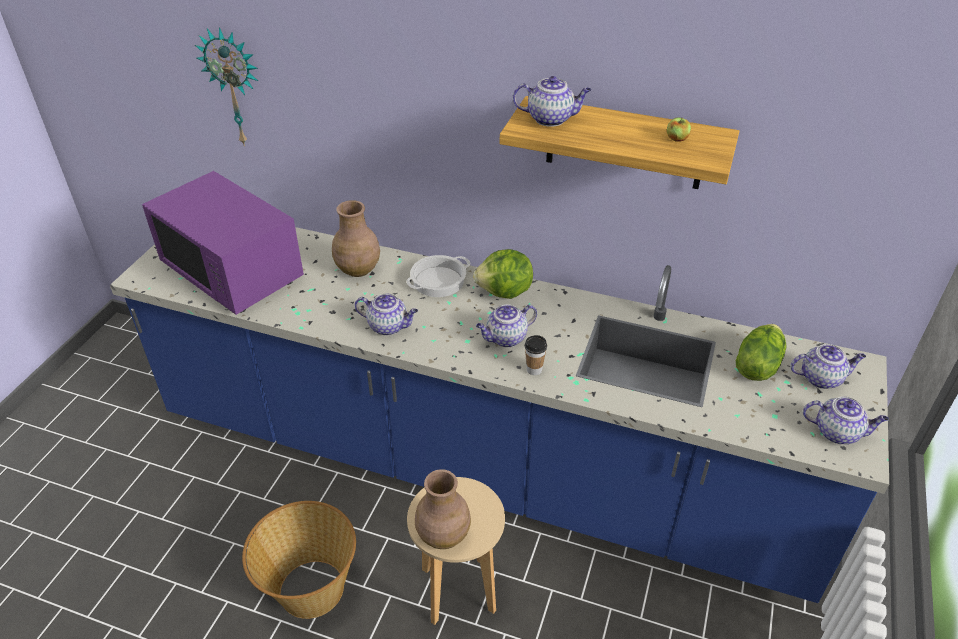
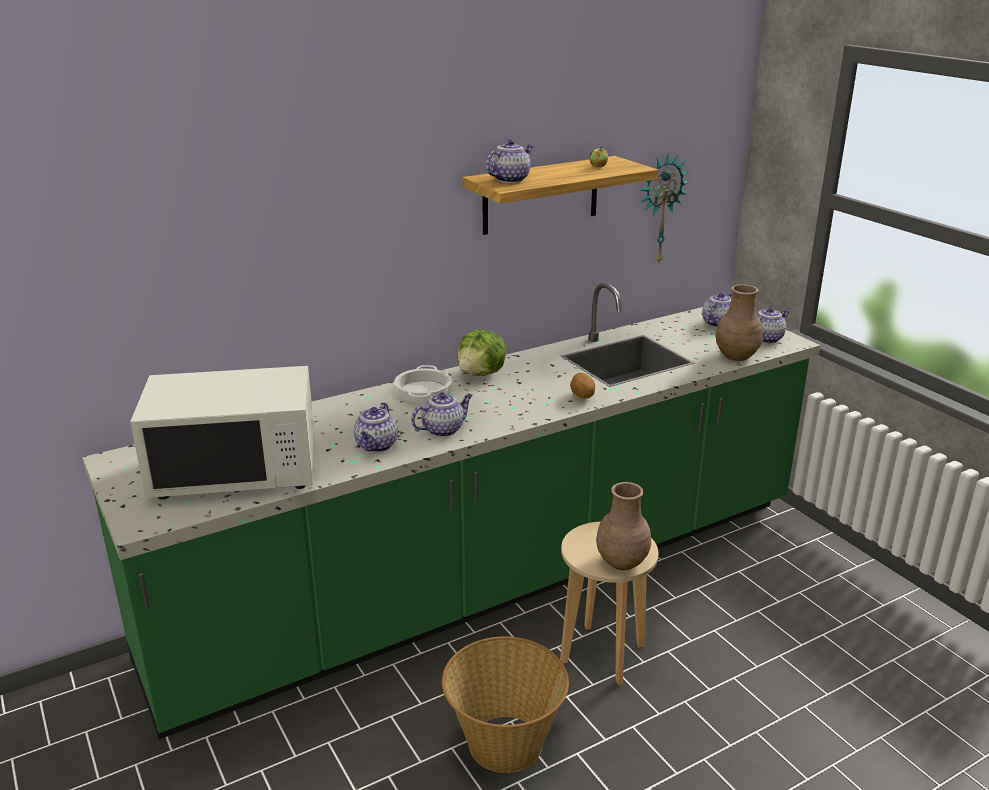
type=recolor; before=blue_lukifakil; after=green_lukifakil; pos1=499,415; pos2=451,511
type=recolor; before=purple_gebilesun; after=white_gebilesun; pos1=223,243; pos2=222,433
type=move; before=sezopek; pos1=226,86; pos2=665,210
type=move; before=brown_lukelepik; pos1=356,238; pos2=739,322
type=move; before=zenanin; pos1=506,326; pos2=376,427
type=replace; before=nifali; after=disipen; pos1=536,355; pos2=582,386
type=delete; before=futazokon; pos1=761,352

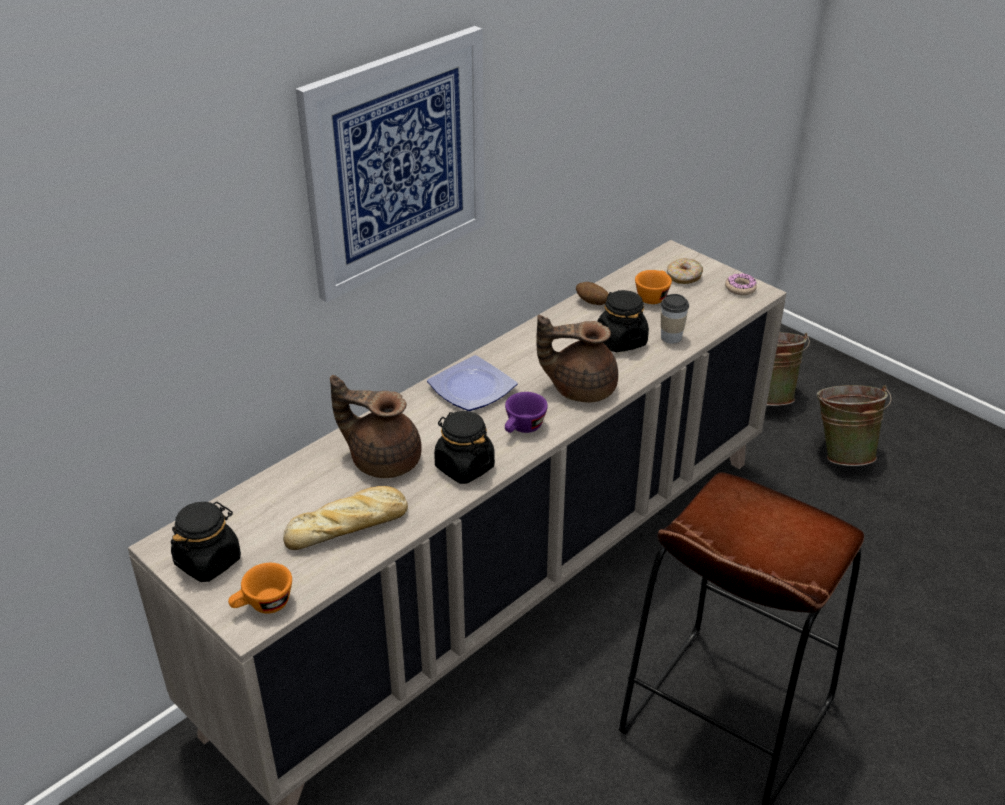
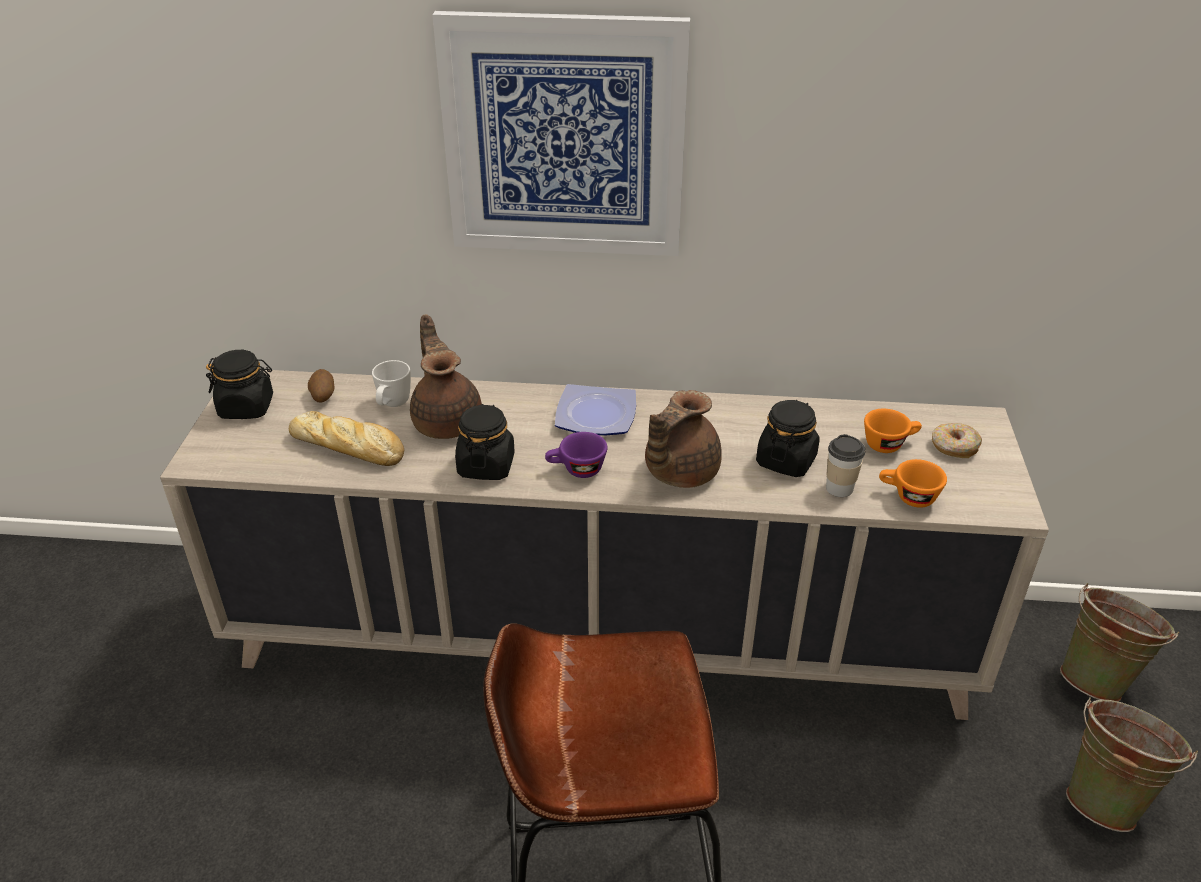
type=move; before=orange_nifali; pos1=260,588; pos2=913,483
type=rotate; before=brown_zenanin; pos1=577,359; pos2=683,439; turn=-105
type=move; before=disipen; pos1=592,293; pos2=321,386
type=delete; before=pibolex; pos1=741,284
type=insert; after=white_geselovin; pos2=391,383

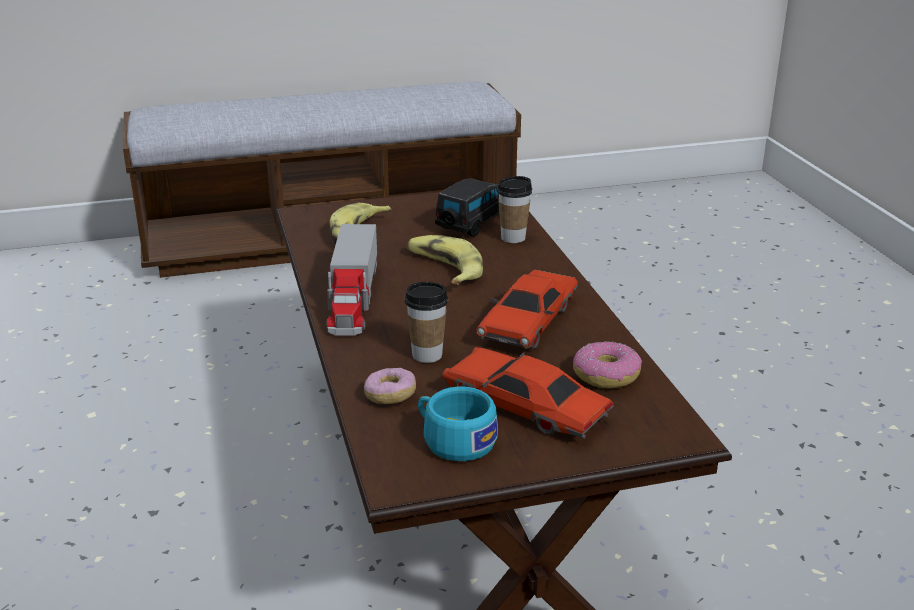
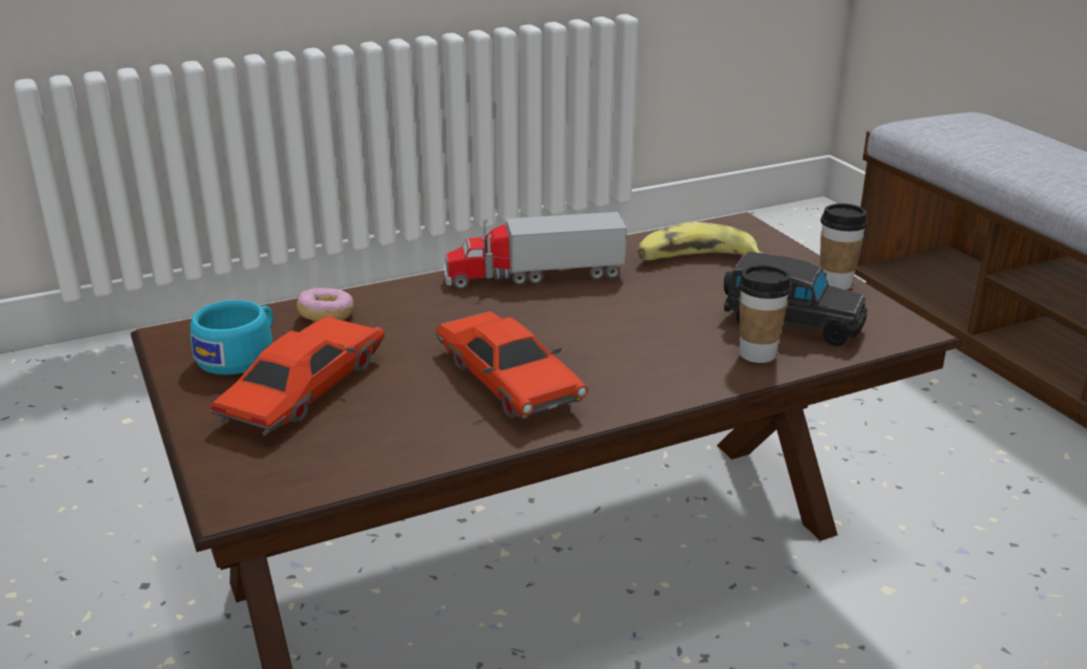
type=move; before=nifali; pos1=426,322; pos2=844,246
type=delete; before=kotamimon; pos1=445,260
type=rotate; before=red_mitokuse; pos1=527,309; pos2=511,365; turn=-135
type=delete; before=pibolex; pos1=607,365

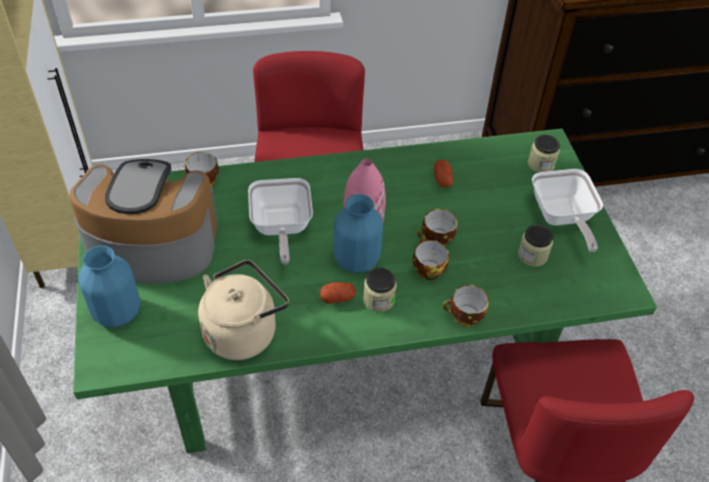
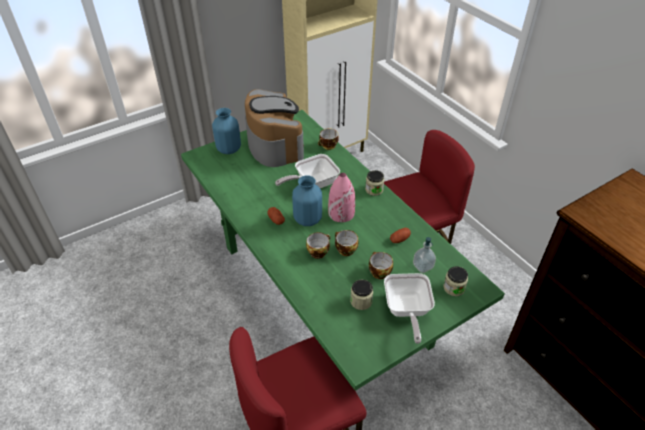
type=delete; before=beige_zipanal; pos1=243,310
type=move; before=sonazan; pos1=380,290; pos2=374,183
type=move; before=nifali; pos1=465,306; pos2=381,265
type=rotate; before=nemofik; pos1=567,210; pos2=409,308; turn=-60
type=insert; after=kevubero; pos2=424,255

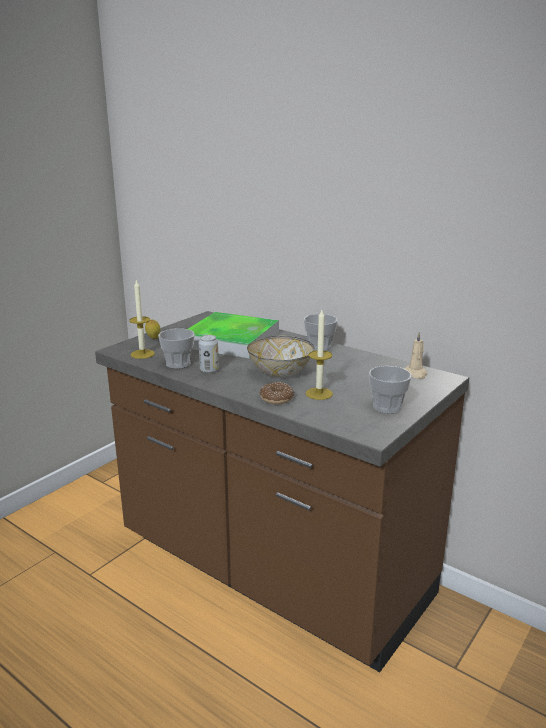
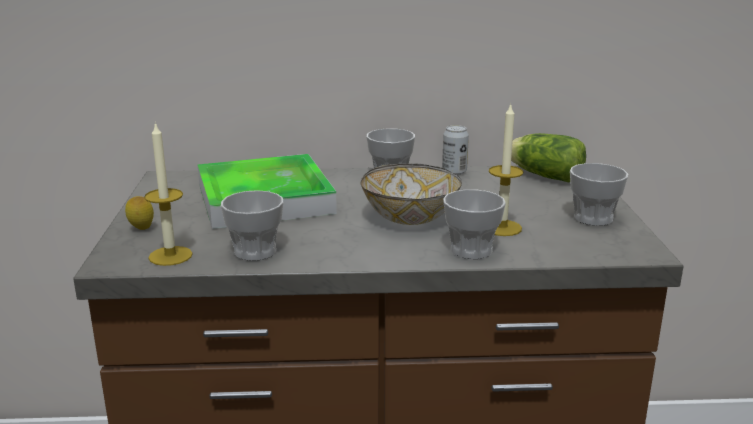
type=move; before=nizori; pos1=209,354; pos2=455,150
type=replace; before=pibolex; after=nifali; pos1=276,393; pos2=474,224
type=replace; before=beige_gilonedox; after=futazokon; pos1=415,355; pos2=548,157

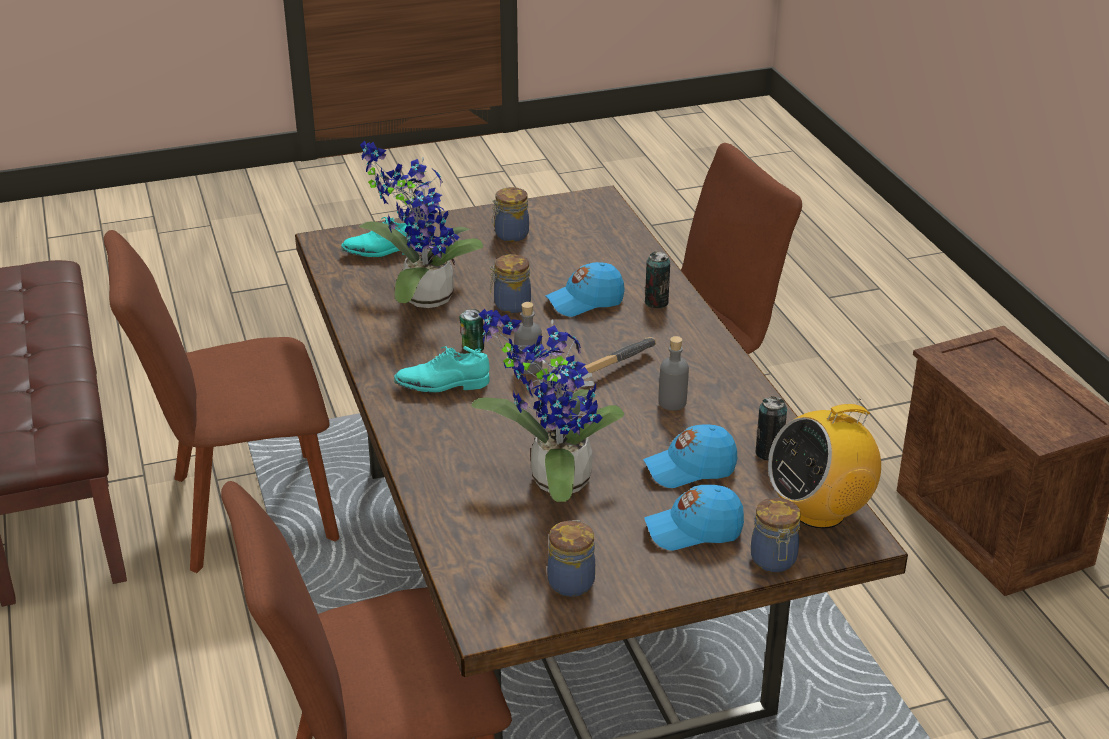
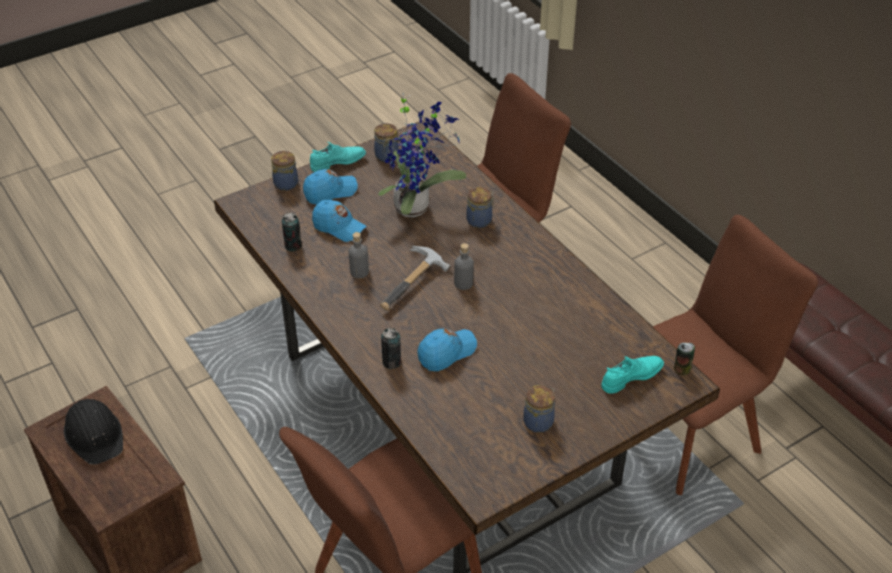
type=delete; before=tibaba; pos1=421,224
type=move; before=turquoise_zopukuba; pos1=442,369; pos2=338,157
type=move; before=nizori; pos1=471,331; pos2=684,359
type=move; before=sonazan; pos1=510,283; pos2=480,207
type=rotate; before=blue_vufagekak; pos1=690,456; pos2=339,221; turn=60
type=delete; before=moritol; pos1=824,463
type=insert; after=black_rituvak; pos2=93,432

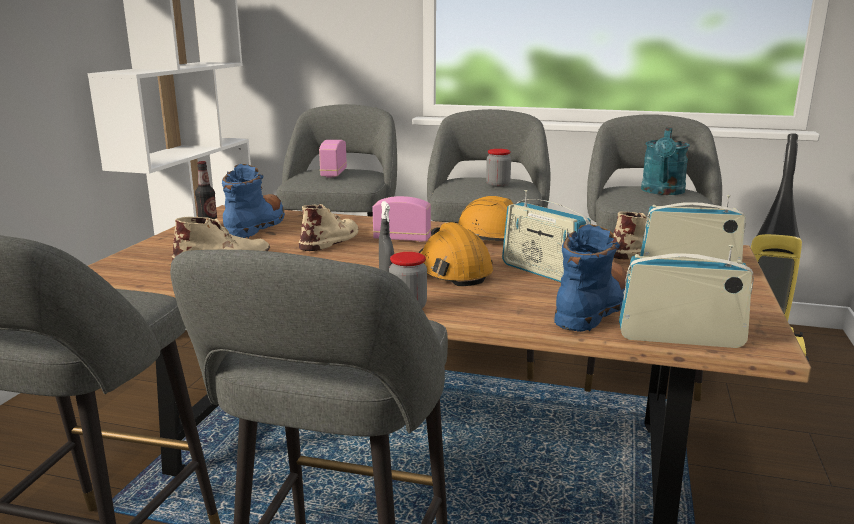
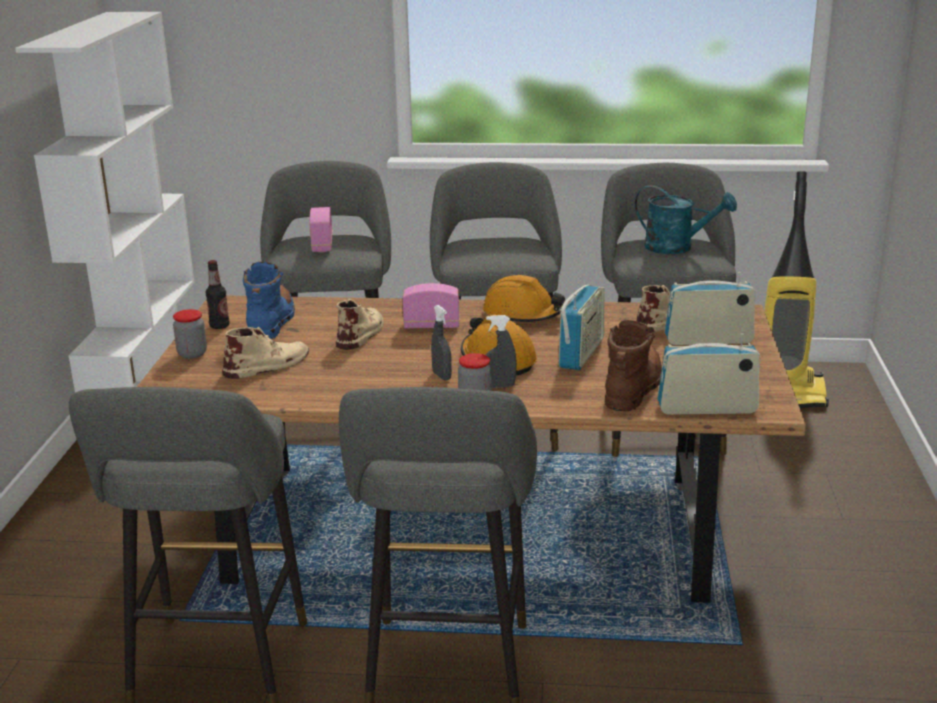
type=move; before=sonazan; pos1=498,168; pos2=190,334
type=rotate; before=moritol; pos1=546,236; pos2=581,327; turn=-105
type=recolor; before=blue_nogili; after=brown_nogili; pos1=590,278; pos2=633,365
type=rotate; before=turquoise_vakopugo; pos1=665,161; pos2=686,219; turn=-75
type=insert; after=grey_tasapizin; pos2=501,351

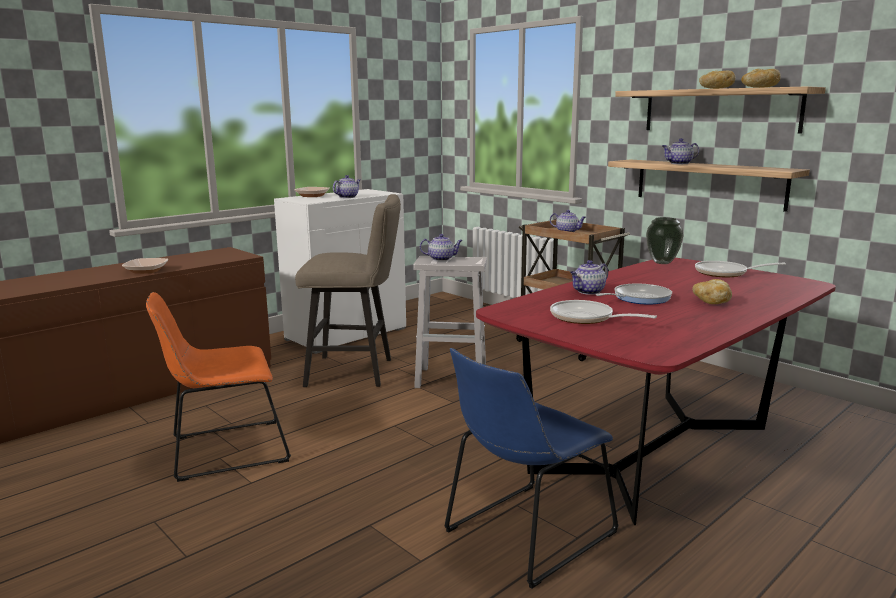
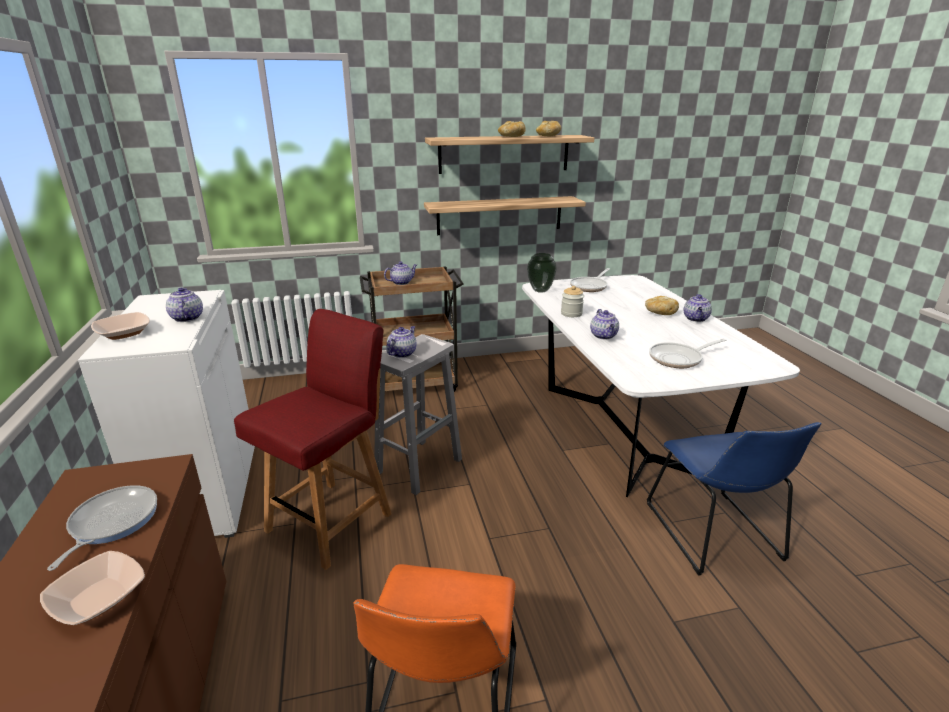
type=replace; before=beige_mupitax; after=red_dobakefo; pos1=348,290; pos2=313,439
type=recolor; before=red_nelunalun; after=white_nelunalun; pos1=656,391; pos2=661,386
type=move; before=nemofik; pos1=634,294; pos2=102,528
type=move; before=zenanin; pos1=680,151; pos2=698,308
type=insert; after=sonazan; pos2=572,301

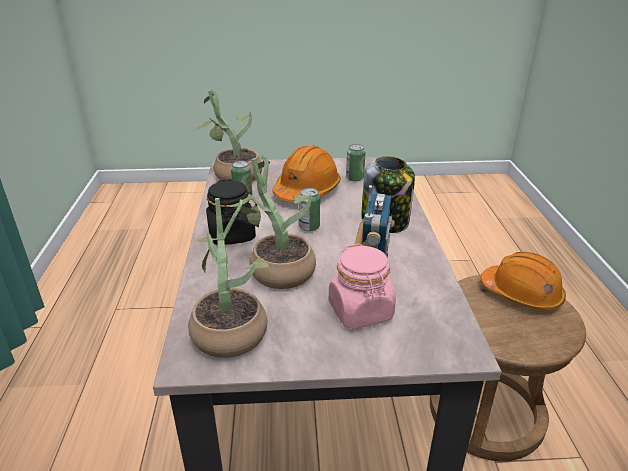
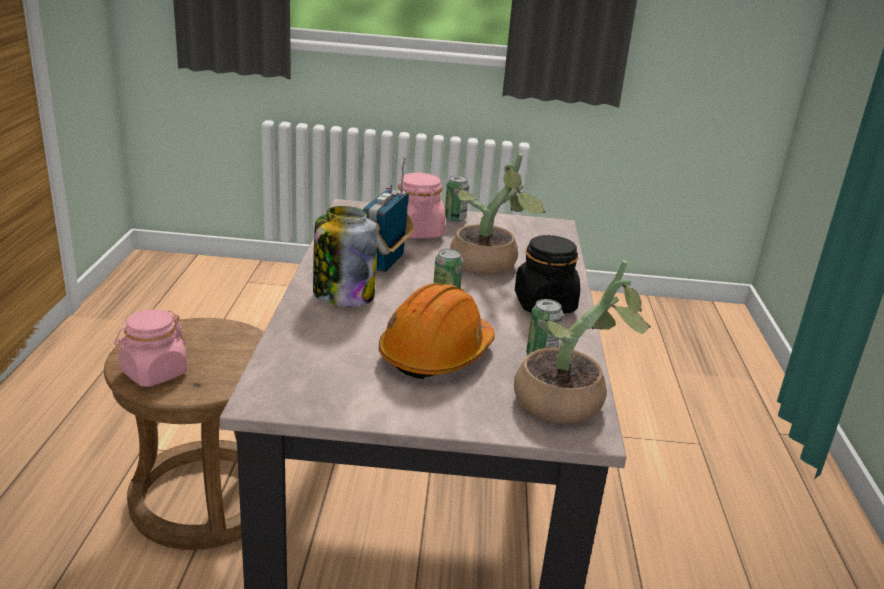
type=delete; before=tibaba; pos1=228,278
type=move; before=nizori; pos1=355,162; pos2=457,199
type=replace; before=orange_rituvak; after=pink_sonazan; pos1=523,281; pos2=151,348

